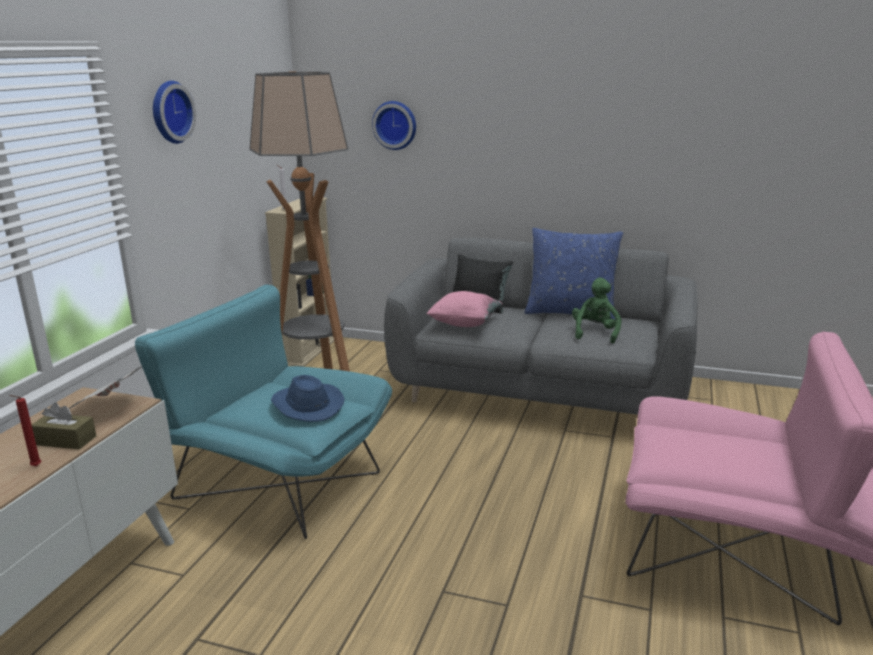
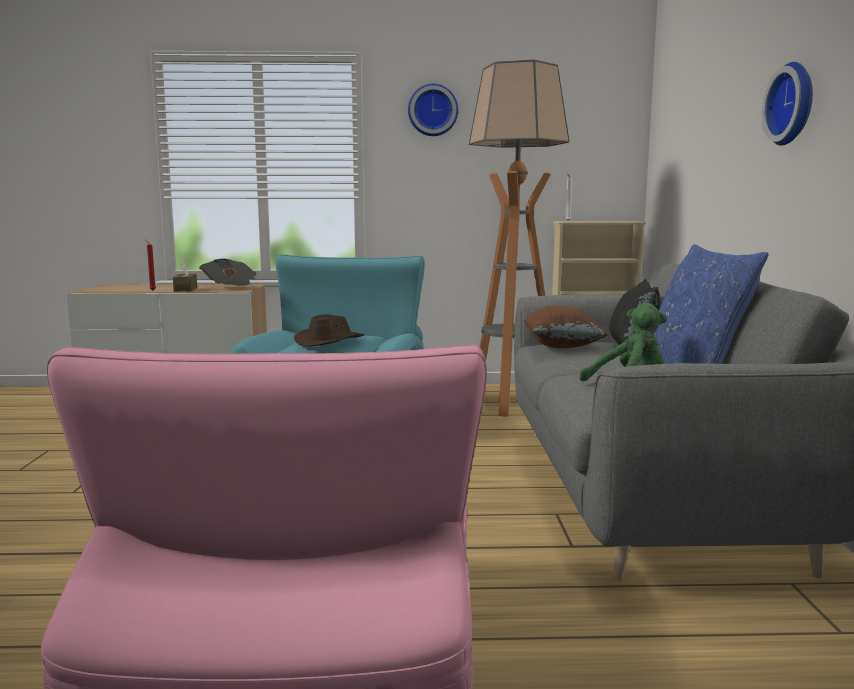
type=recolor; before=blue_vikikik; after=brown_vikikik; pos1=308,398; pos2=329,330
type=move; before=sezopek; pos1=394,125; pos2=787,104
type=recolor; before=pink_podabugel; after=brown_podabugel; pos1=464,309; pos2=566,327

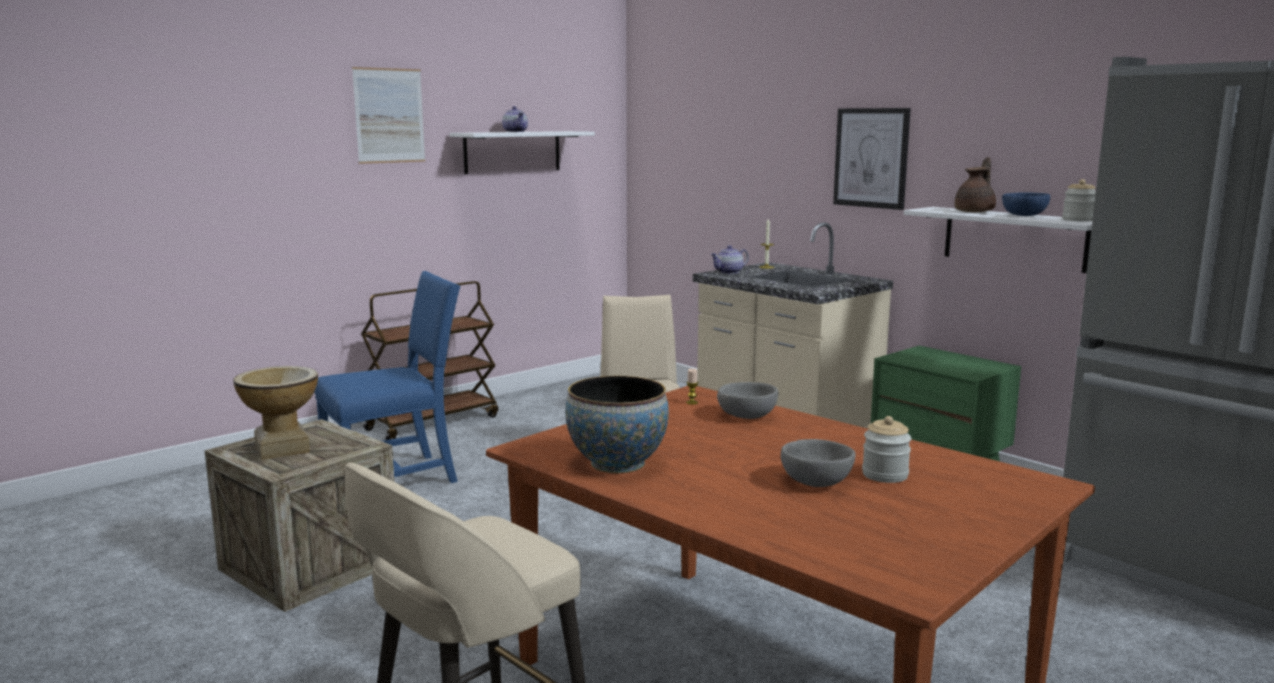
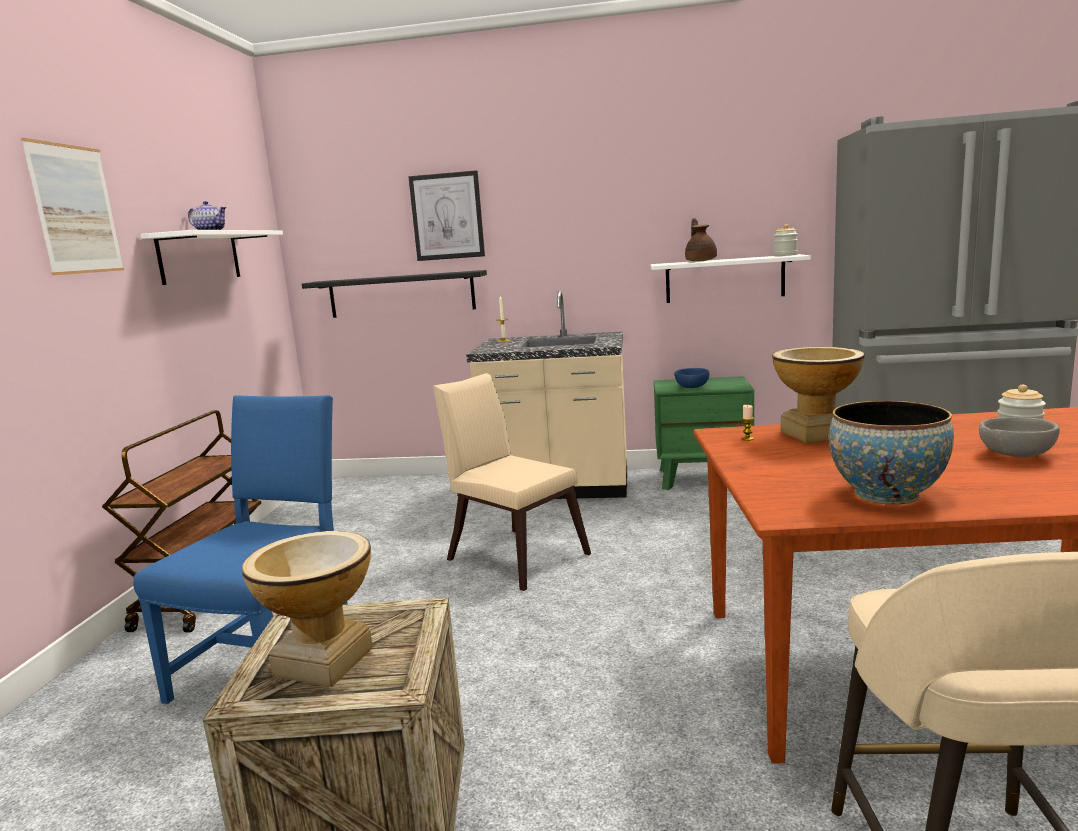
type=delete; before=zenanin; pos1=729,259
type=replace; before=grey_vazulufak; after=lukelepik; pos1=747,400; pos2=818,395
type=move; before=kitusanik; pos1=872,159; pos2=446,215
type=move; before=blue_vazulufak; pos1=1026,204; pos2=691,378
type=insert; after=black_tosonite; pos2=394,294

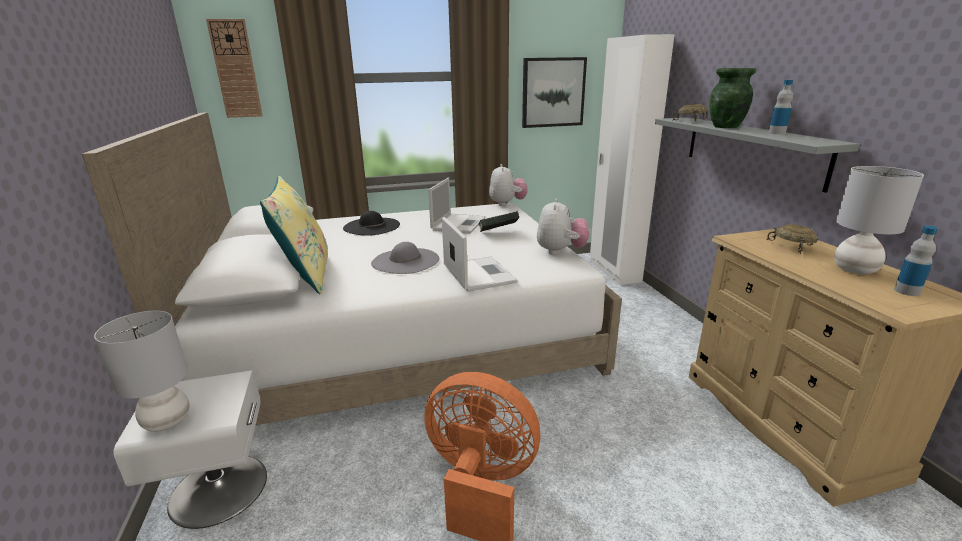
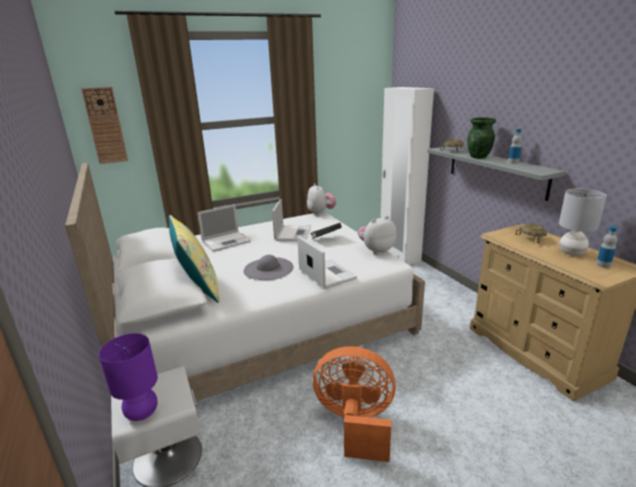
type=recolor; before=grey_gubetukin; after=purple_gubetukin; pos1=142,371; pos2=128,377
type=replace; before=black_vikikik; after=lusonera; pos1=371,223; pos2=224,228
type=delete; before=kitusanik; pos1=554,92
type=rotate; before=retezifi; pos1=563,226; pos2=377,235; turn=-120

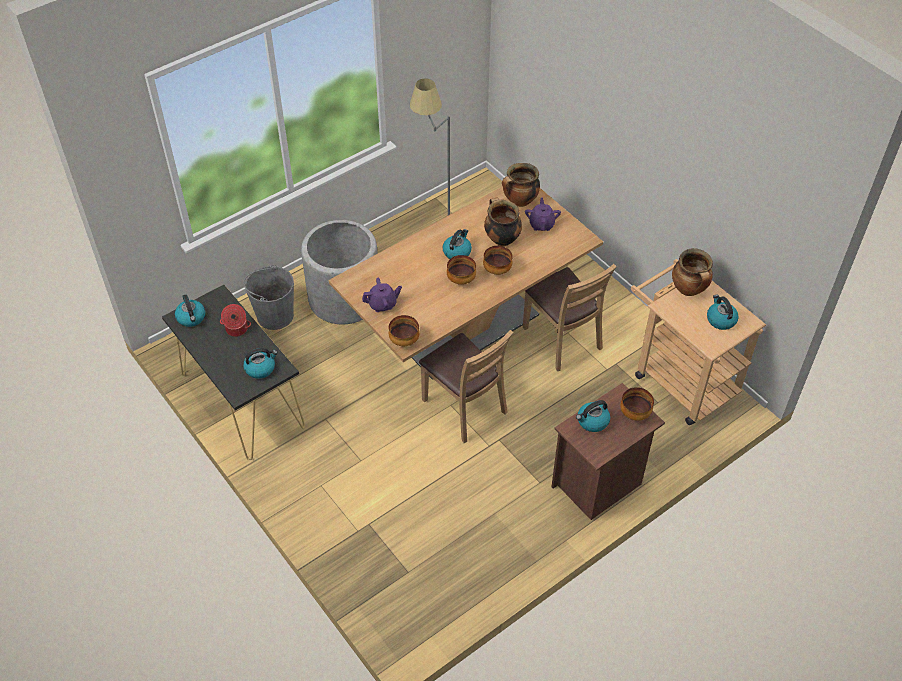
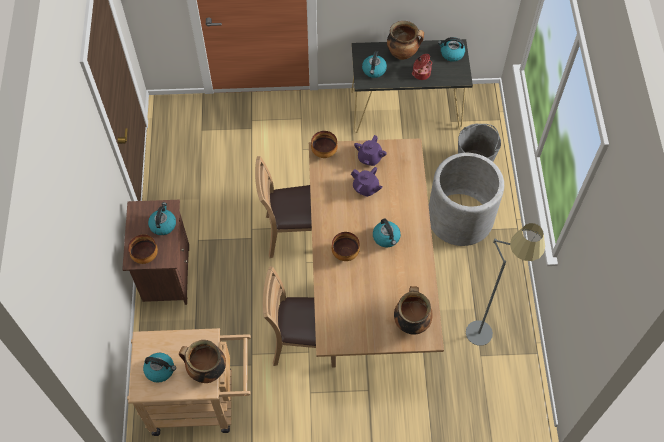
type=delete; before=vazulufak; pos1=461,270
type=move; before=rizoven; pos1=503,222; pos2=405,40
type=move; before=purple_zenanin; pos1=543,214; pos2=366,182

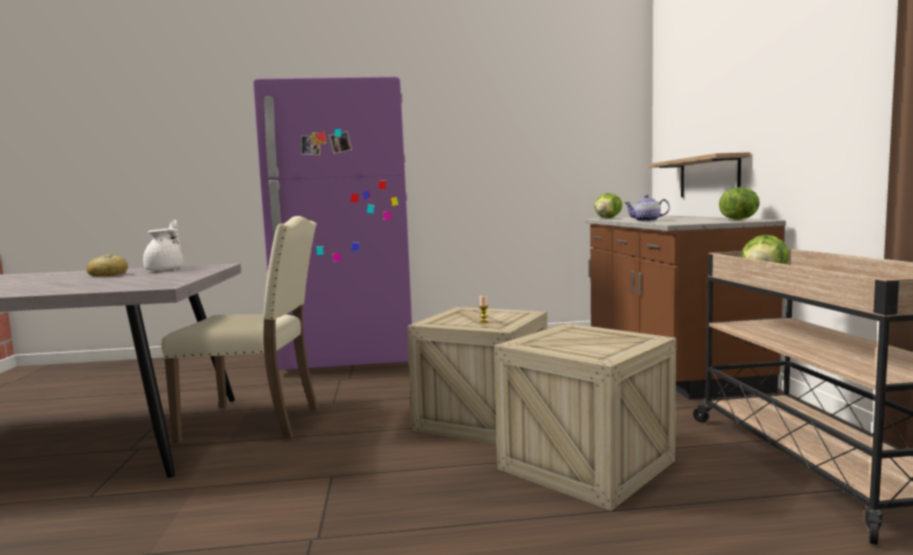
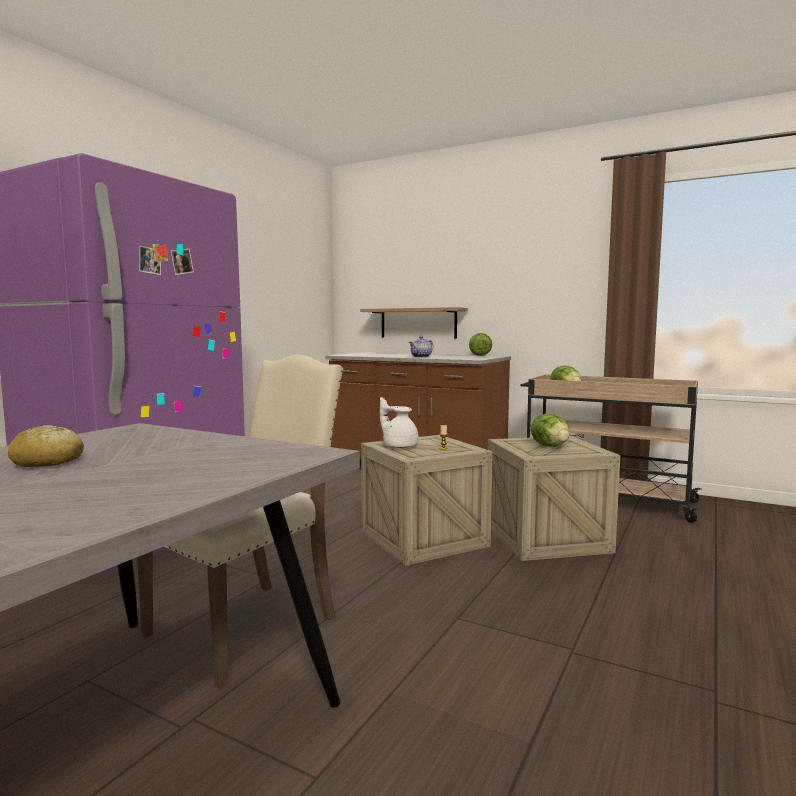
type=move; before=white_zenanin; pos1=163,245; pos2=399,422
type=move; before=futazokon; pos1=608,205; pos2=550,430

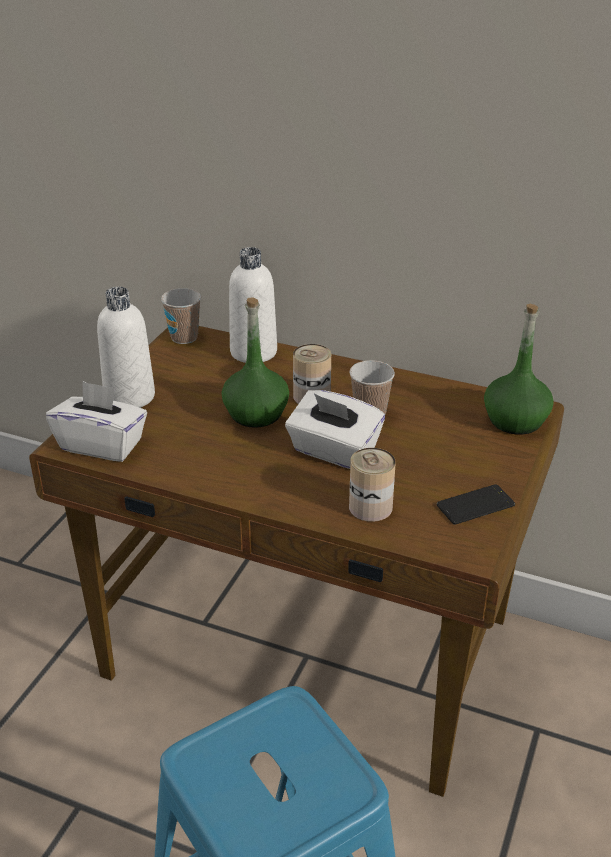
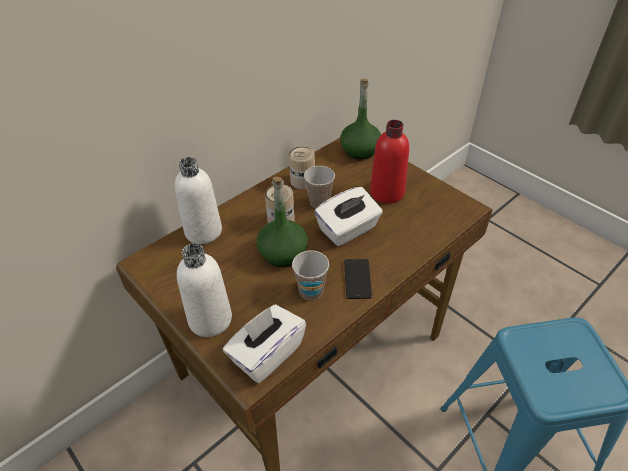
type=move; before=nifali; pos1=181,316; pos2=310,275
type=move; before=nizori; pos1=372,485; pos2=302,168
type=move; before=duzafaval; pos1=476,504; pos2=358,279
type=insert; after=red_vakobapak; pos2=389,162

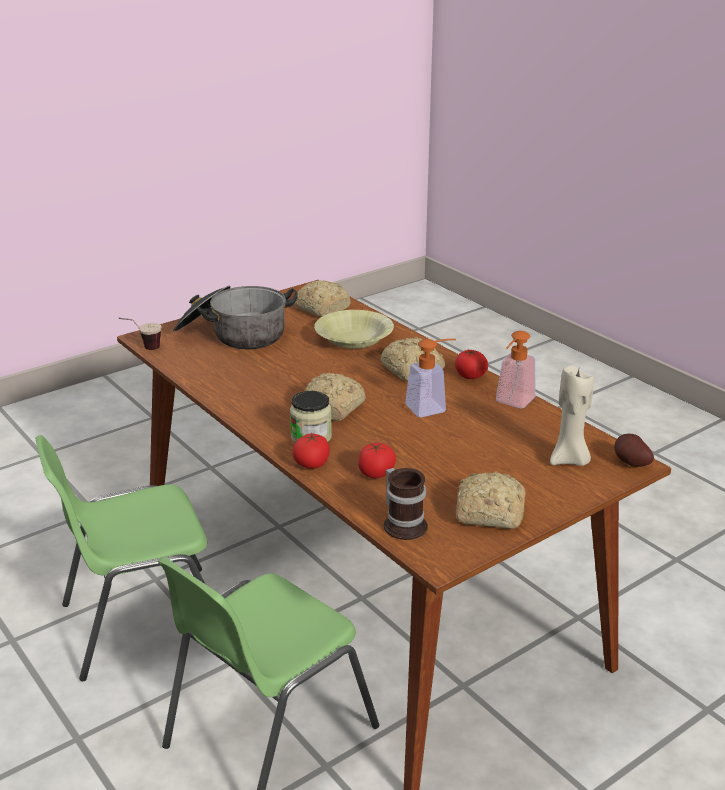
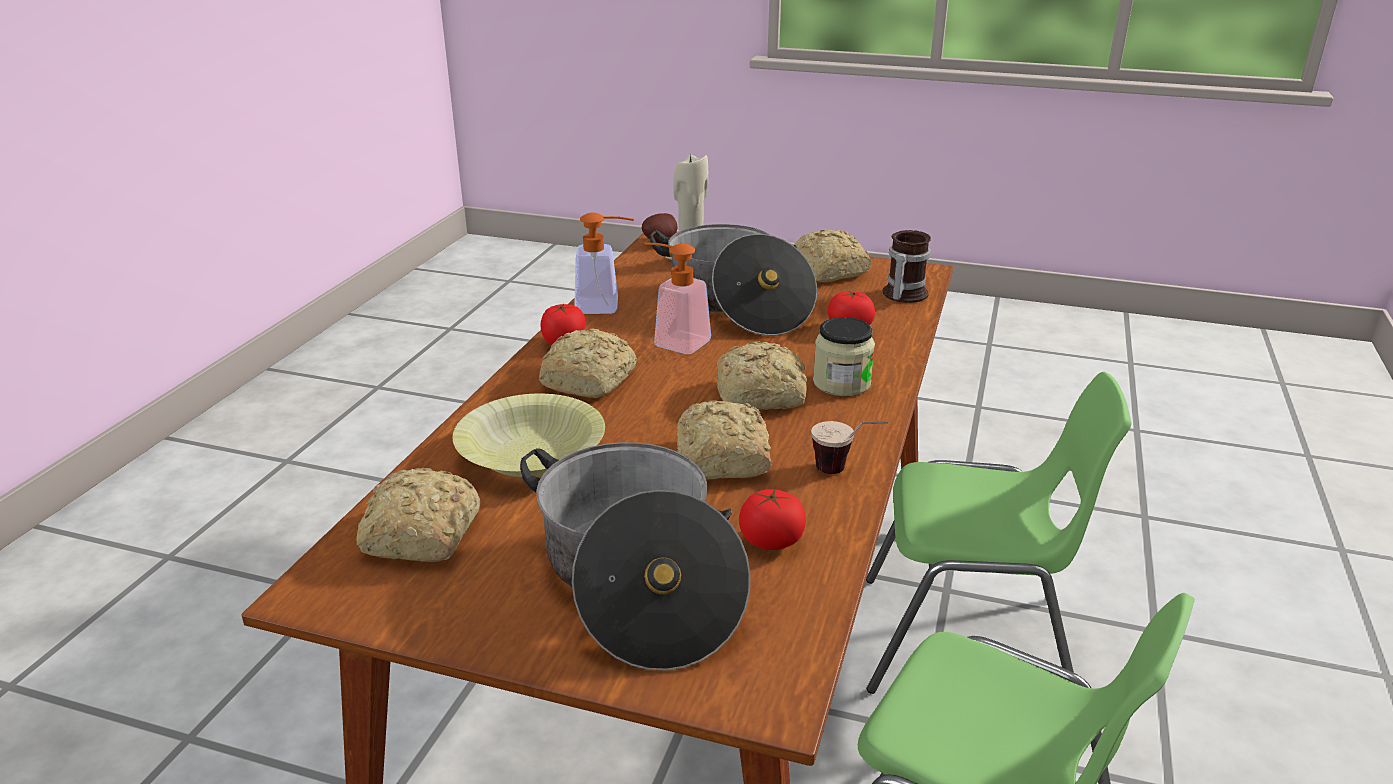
type=move; before=nifali; pos1=139,334; pos2=849,447
type=move; before=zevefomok; pos1=311,451; pos2=772,519
type=insert; after=rizoven; pos2=733,280
type=insert; after=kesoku; pos2=724,439

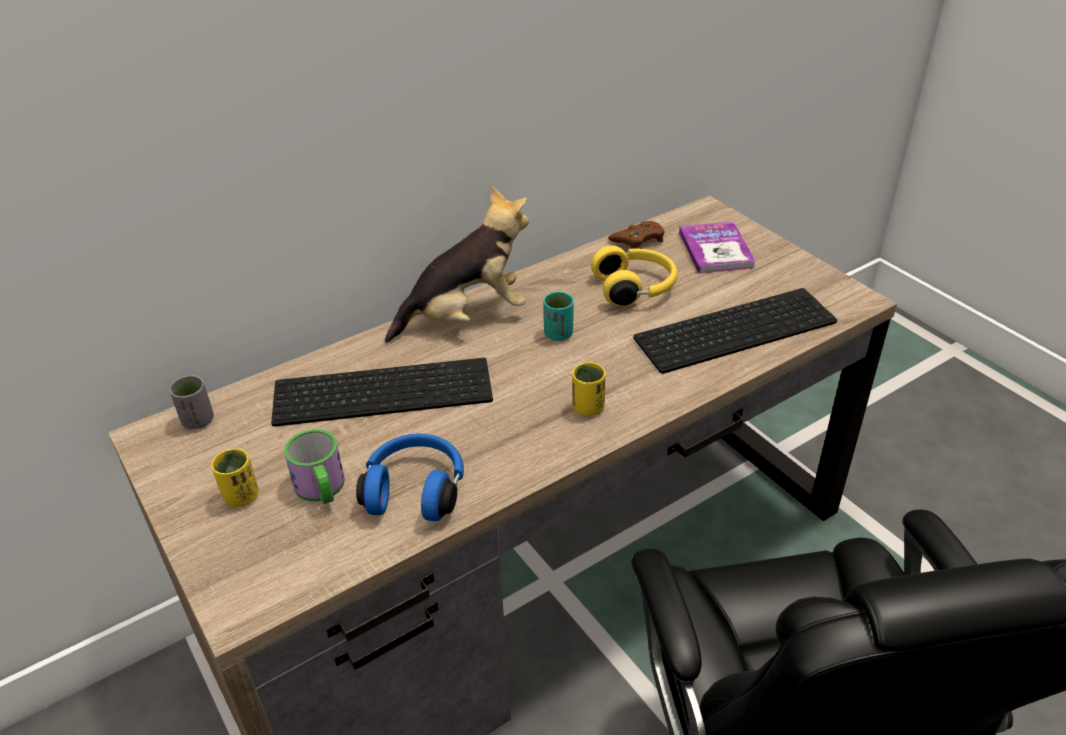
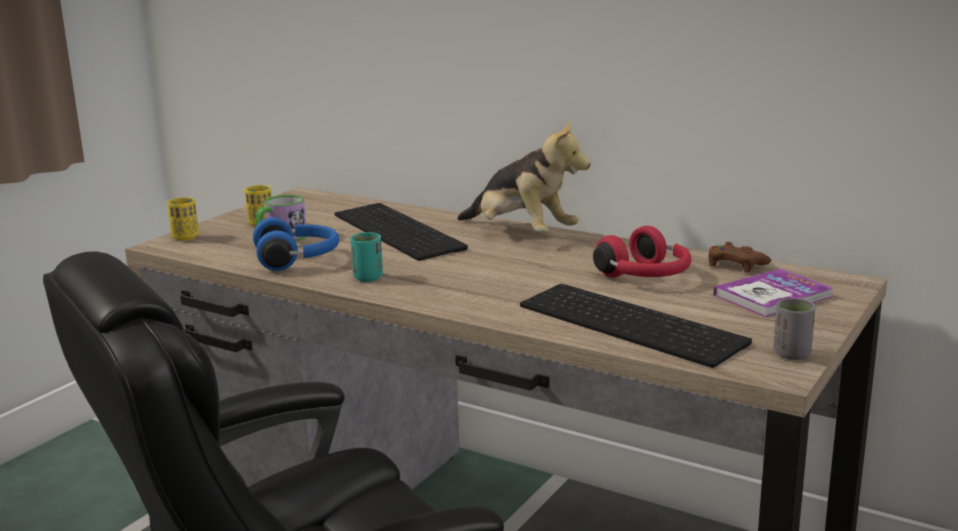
type=move; before=grey_nifali; pos1=191,402; pos2=794,329
type=move; before=turquoise_nifali; pos1=558,316; pos2=366,257
type=move; before=yellow_nifali; pos1=589,389; pos2=183,219
type=recolor; before=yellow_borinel; after=red_borinel; pos1=634,276; pos2=642,251

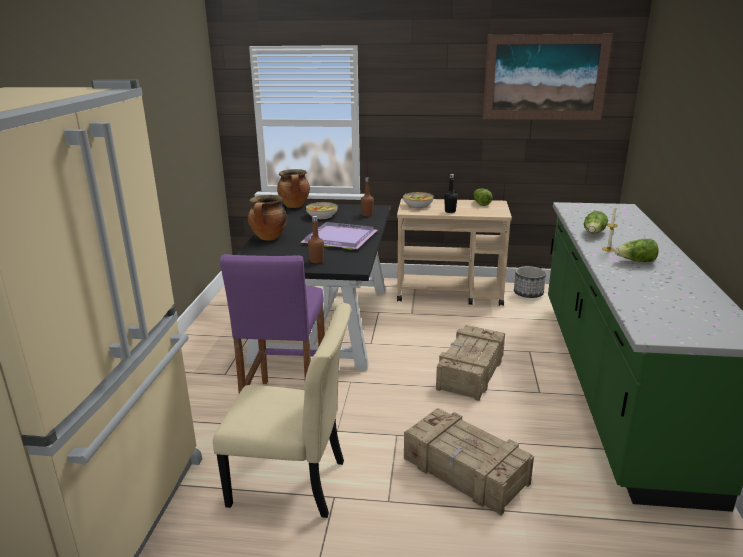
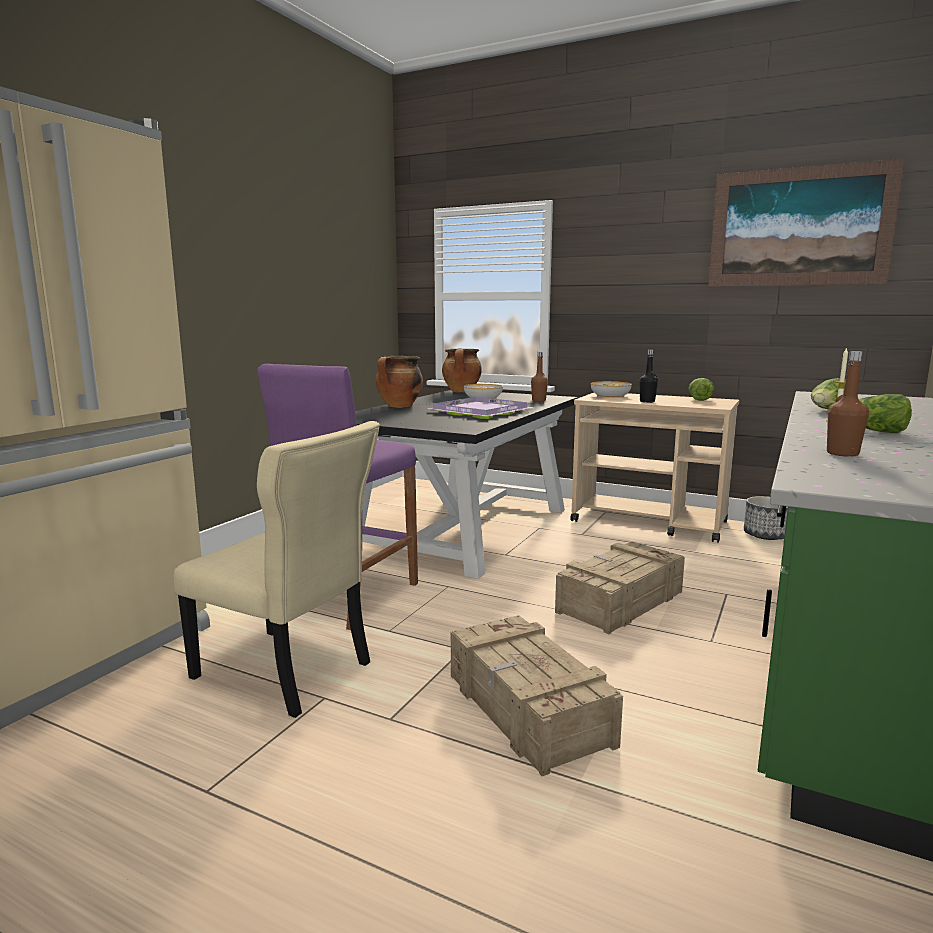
type=move; before=brown_vakobapak; pos1=316,239; pos2=848,404

